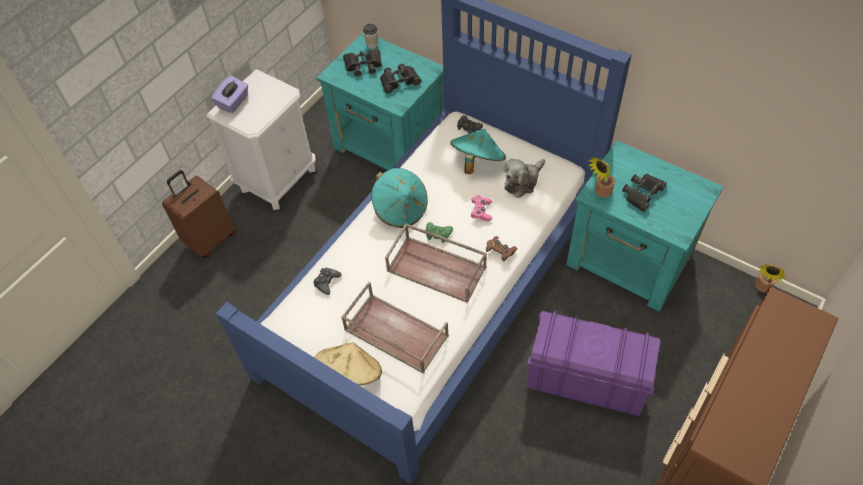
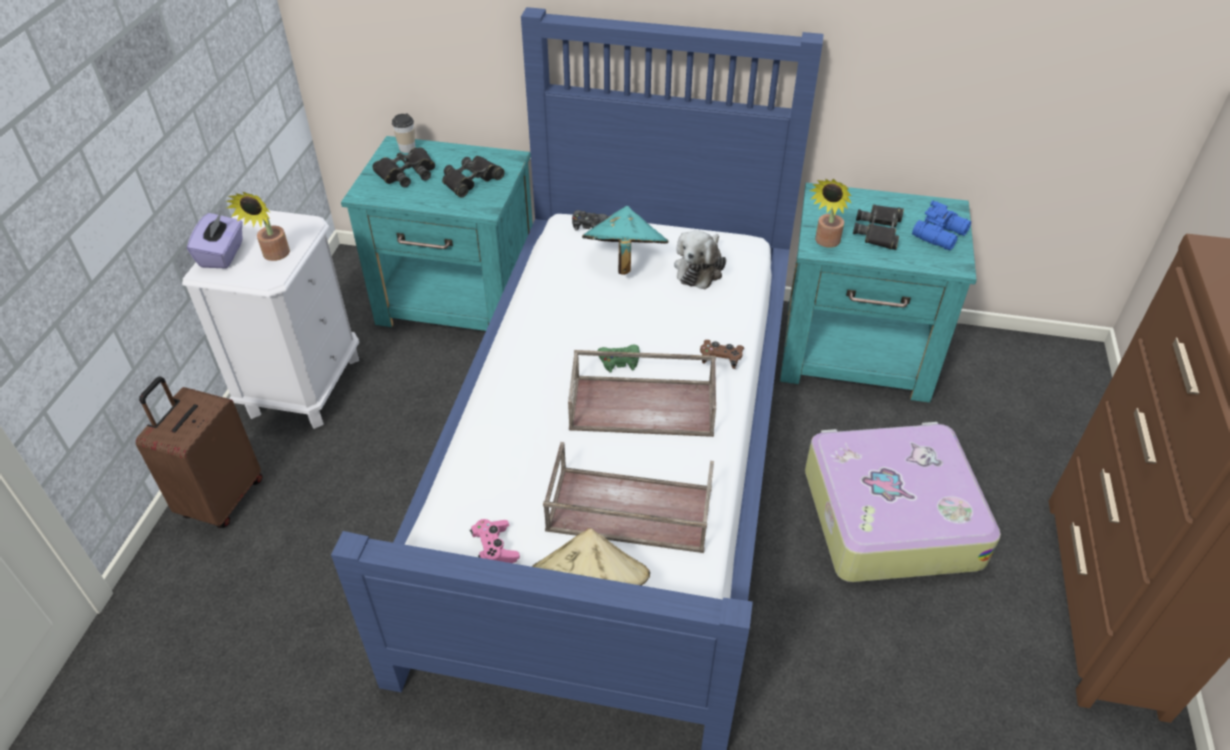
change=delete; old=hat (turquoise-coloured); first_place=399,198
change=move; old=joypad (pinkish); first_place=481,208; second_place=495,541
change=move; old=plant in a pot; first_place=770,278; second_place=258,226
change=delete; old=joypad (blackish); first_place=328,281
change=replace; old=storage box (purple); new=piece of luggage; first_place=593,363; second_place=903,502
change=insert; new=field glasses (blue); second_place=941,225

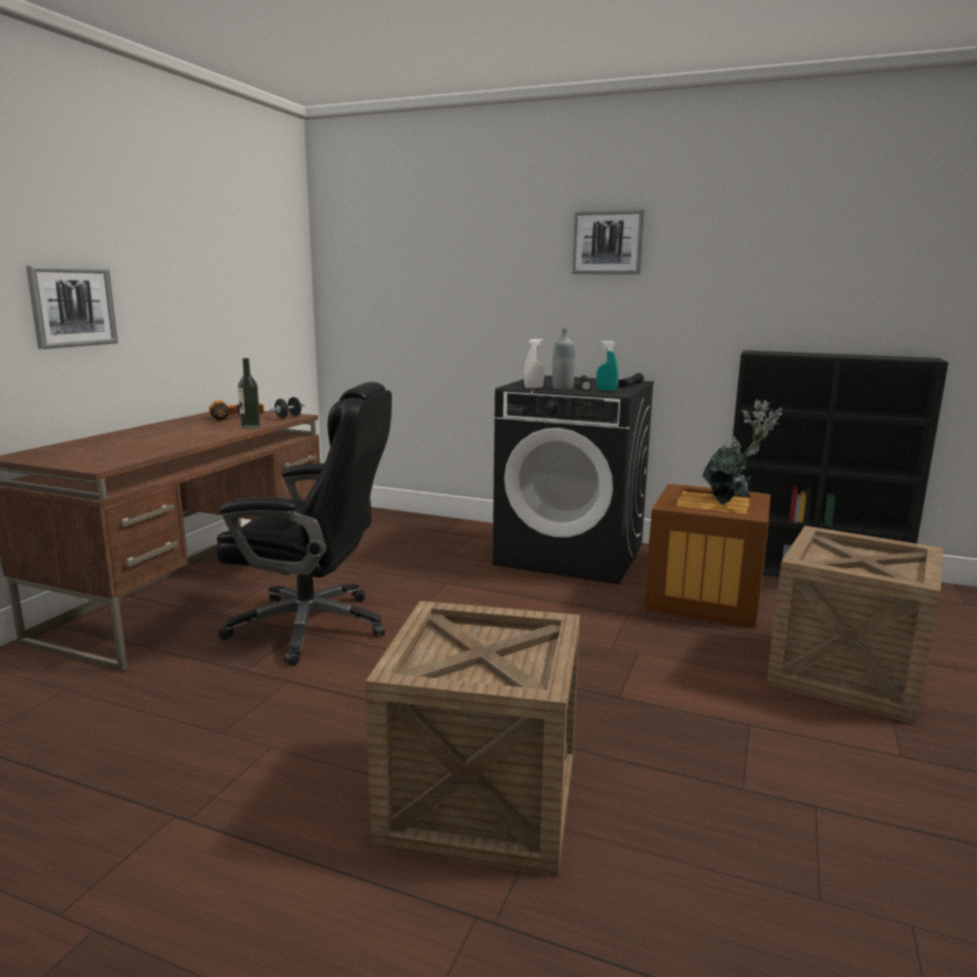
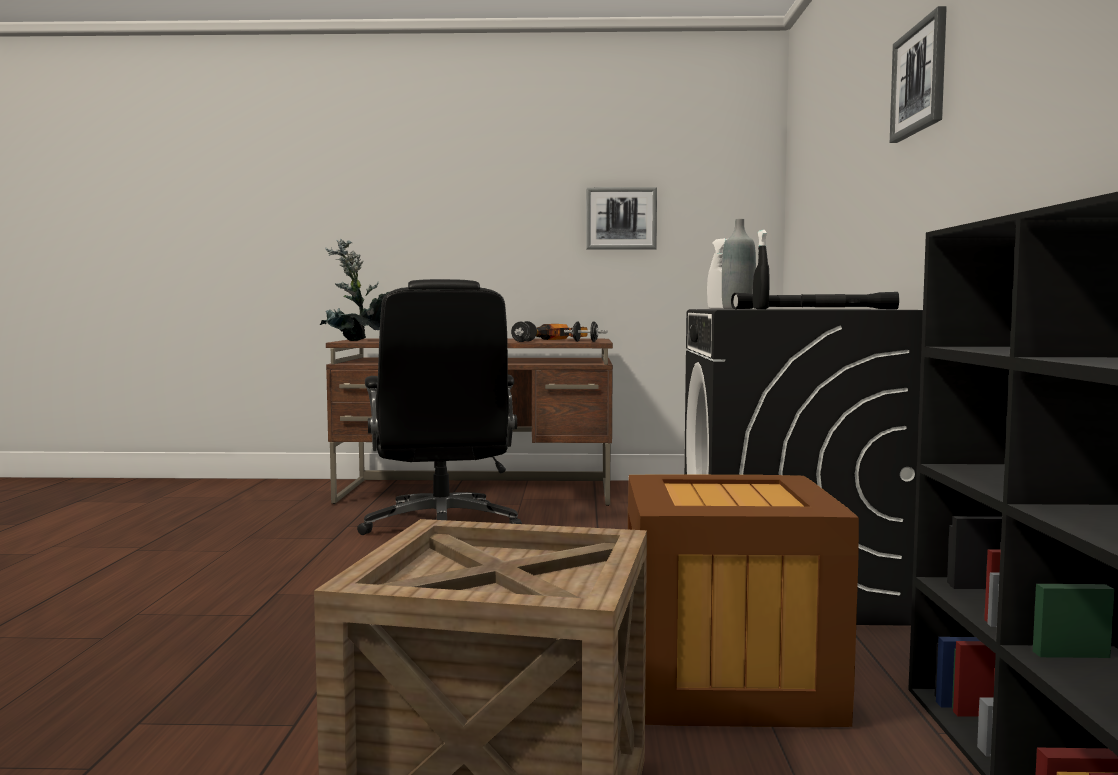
change=move; old=picture; first_place=72,307; second_place=621,218
change=recolor; old=sprayer (turquoise-coloured); new=sprayer (blackish); first_place=607,365; second_place=761,269
change=replace; old=drink bottle; new=hand weight (blackish); first_place=249,393; second_place=524,331
change=move; old=plant in a pot; first_place=742,452; second_place=354,290
change=delete; old=packing crate; first_place=472,739

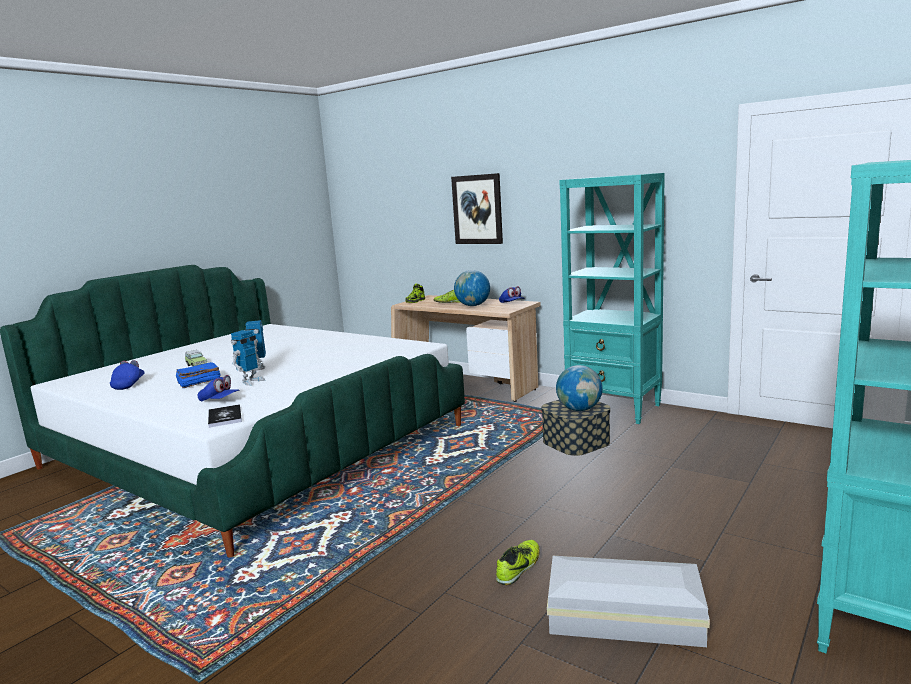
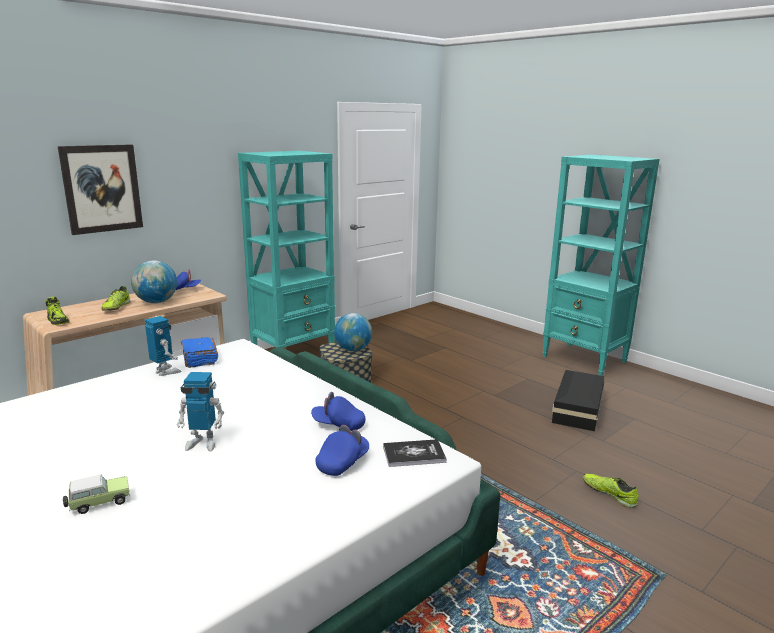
change=move; old=model robot; first_place=248,358; second_place=162,346
change=move; old=peaked cap (blue); first_place=127,375; second_place=338,411
change=move; old=bound book (blue); first_place=198,375; second_place=199,352
change=move; old=item of footwear; first_place=518,562; second_place=611,491
change=recolor; old=storage box (whitish); new=storage box (blackish); first_place=628,601; second_place=578,400

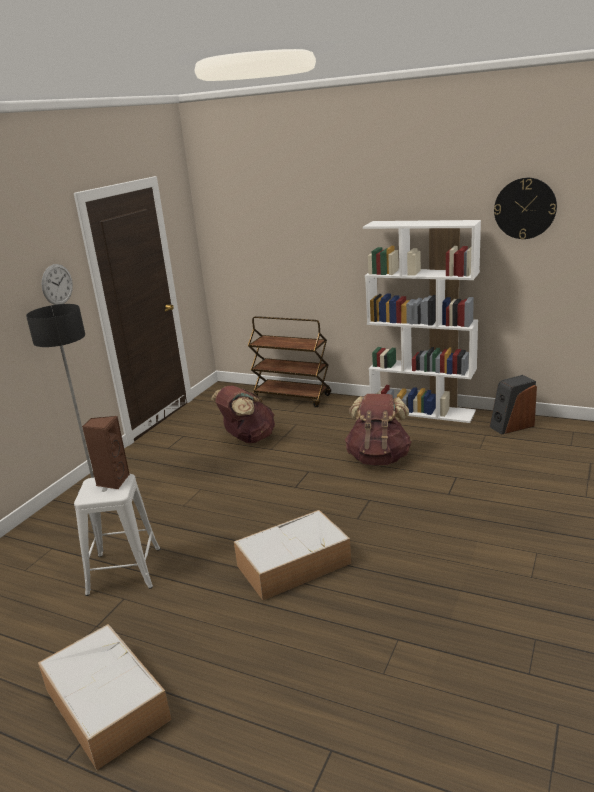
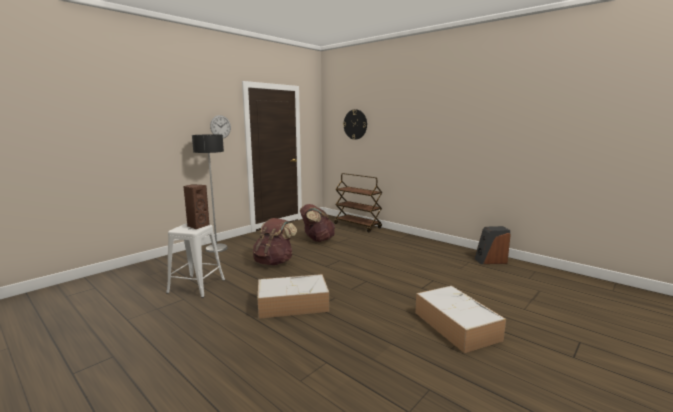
change=move; old=hanging clock; first_place=525,208; second_place=355,124
change=delete; old=shelving unit (whitish); first_place=422,321
change=move; old=backpack (brown); first_place=378,429; second_place=275,241
change=move; old=storage box; first_place=105,697; second_place=460,319

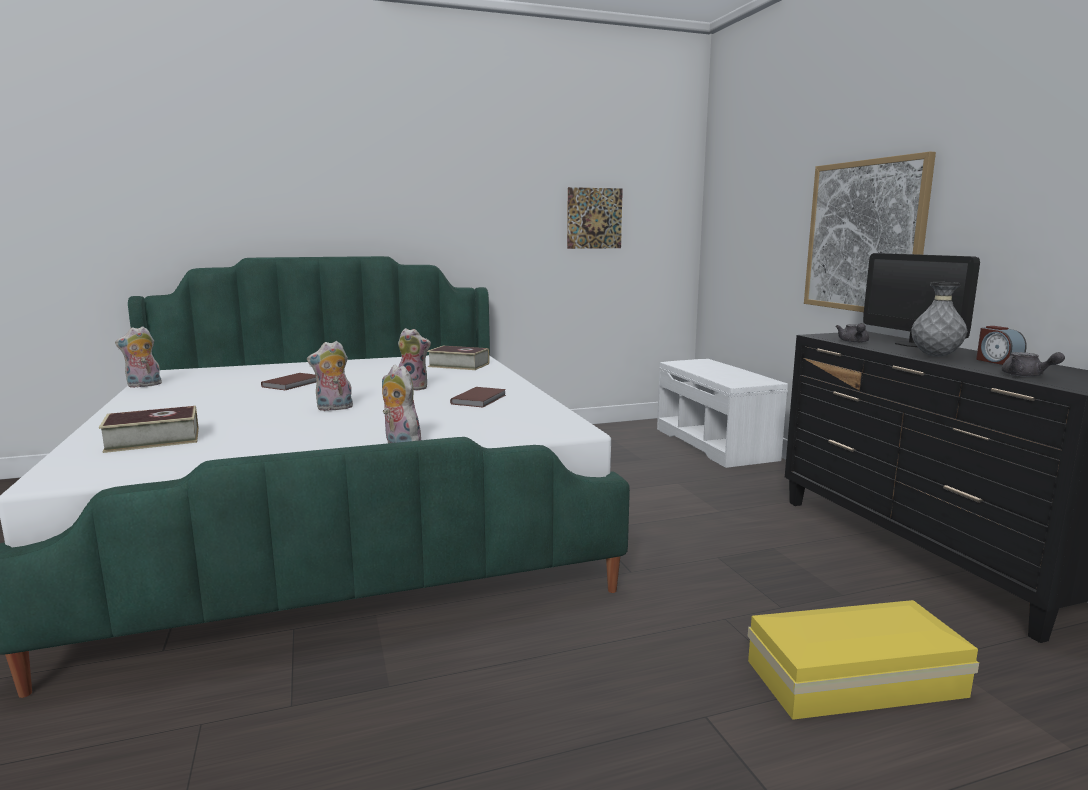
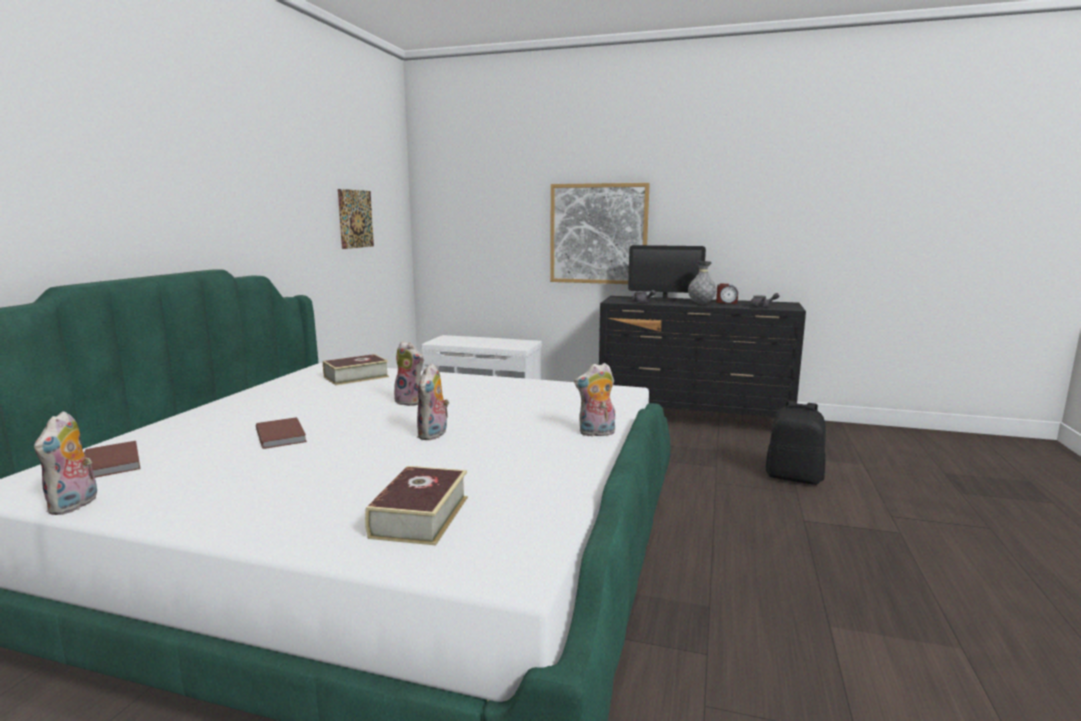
change=rotate; old=soft toy; first_place=414,359; second_place=409,373; degrees=75
change=move; old=bound book (brown); first_place=478,397; second_place=112,459
change=replace; old=storage box (yellow); new=backpack (blackish); first_place=863,660; second_place=796,443

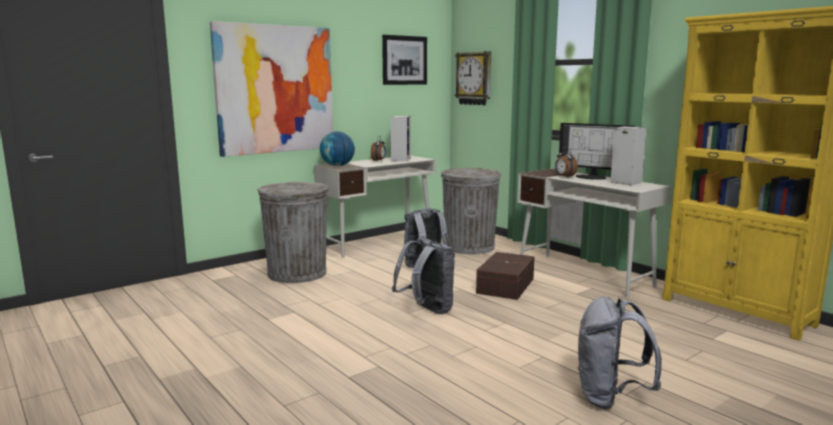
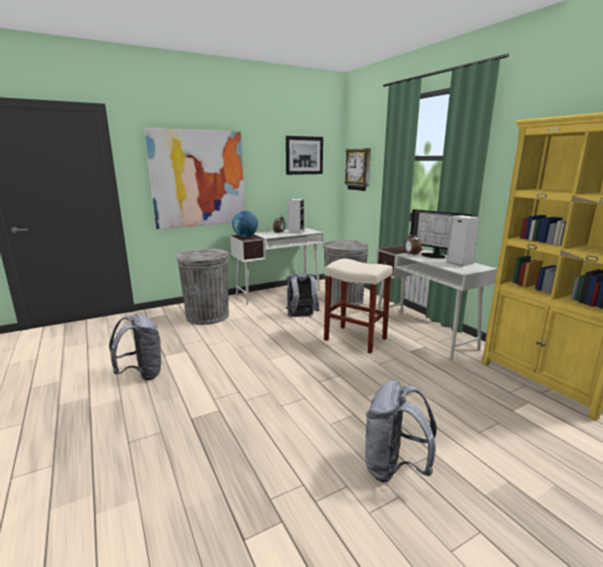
change=move; old=backpack (grey); first_place=423,276; second_place=135,347
change=replace; old=storage box (brown); new=stool (beige); first_place=505,276; second_place=358,306

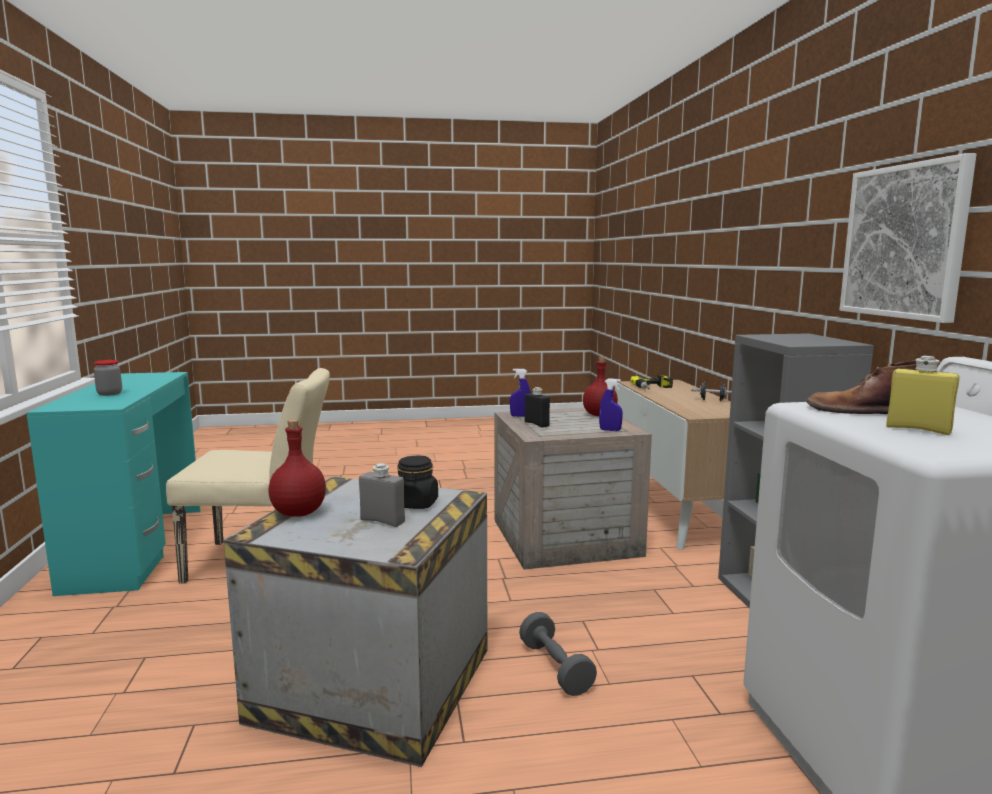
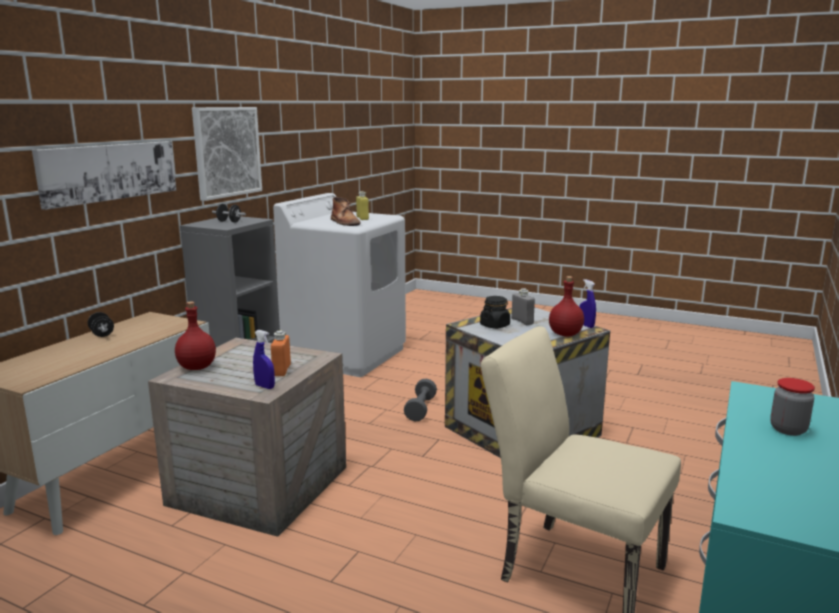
change=delete; old=power drill; first_place=651,382
change=move; old=sprayer (blue); first_place=611,404; second_place=587,303
change=recolor; old=drink bottle (blackish); new=drink bottle (orange); first_place=537,407; second_place=281,353
change=insert; new=picture; second_place=104,175
change=insert; new=hand weight (blackish); second_place=229,213

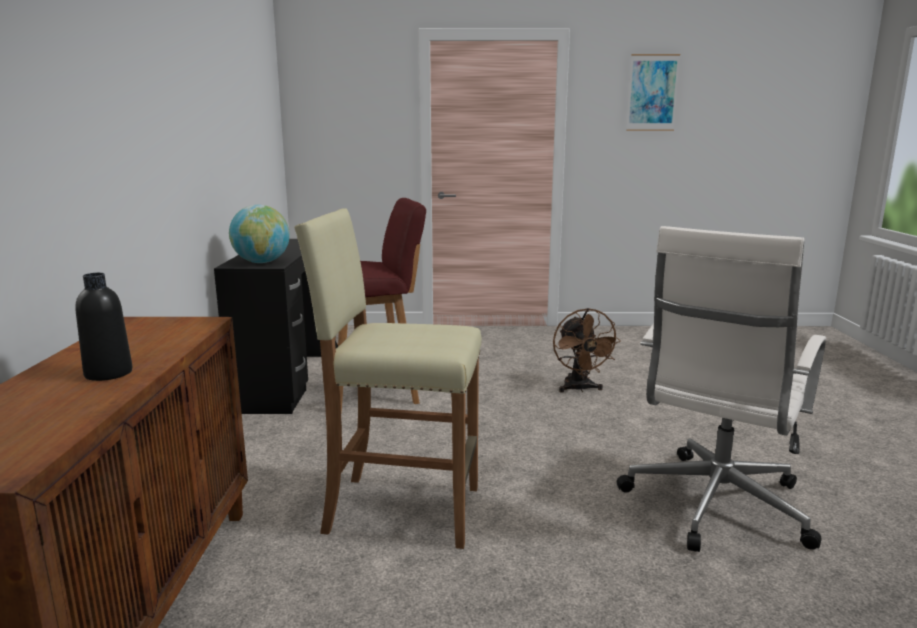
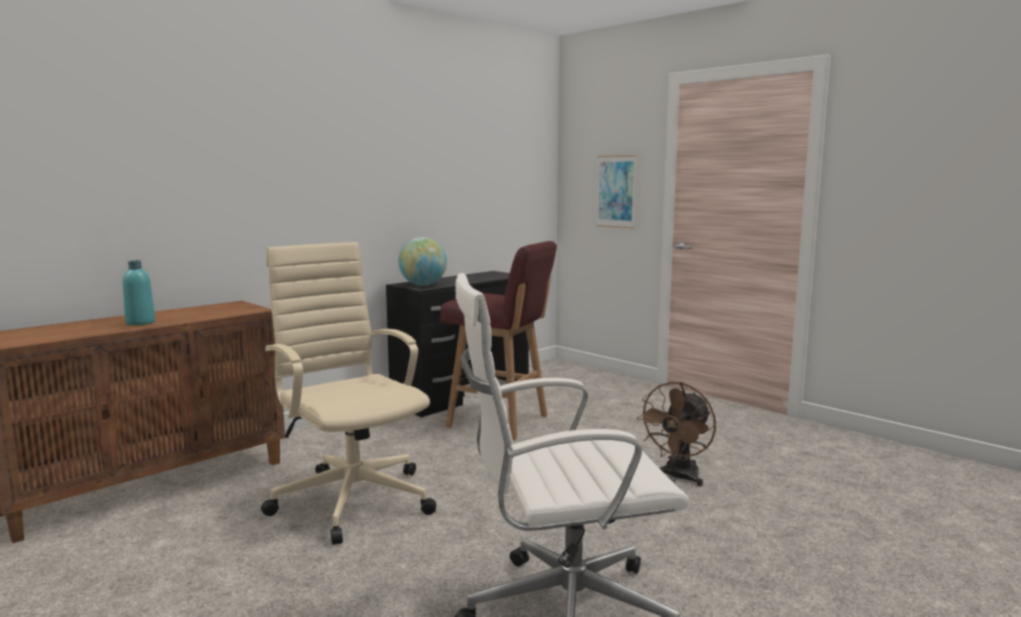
change=move; old=picture; first_place=653,92; second_place=616,191
change=replace; old=stool (beige); new=desk chair (beige); first_place=388,378; second_place=348,393
change=recolor; old=drink bottle (blackish); new=drink bottle (turquoise-coloured); first_place=103,327; second_place=139,292

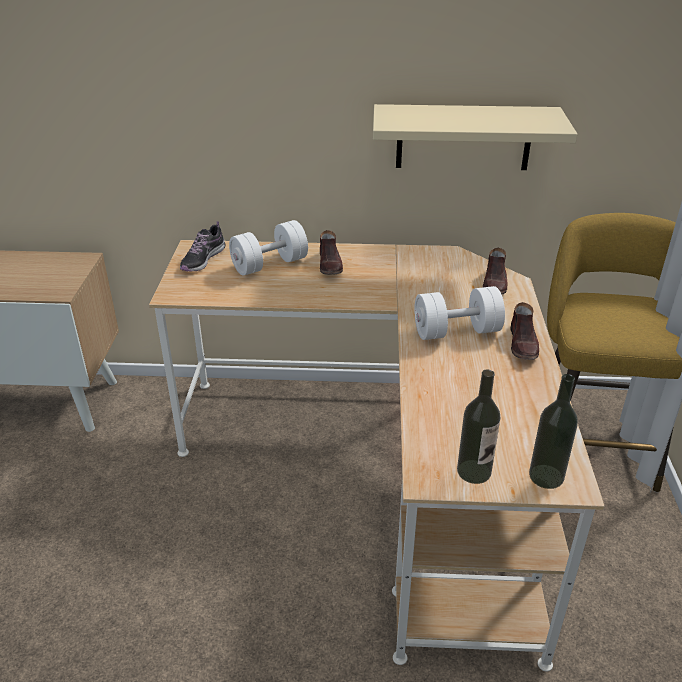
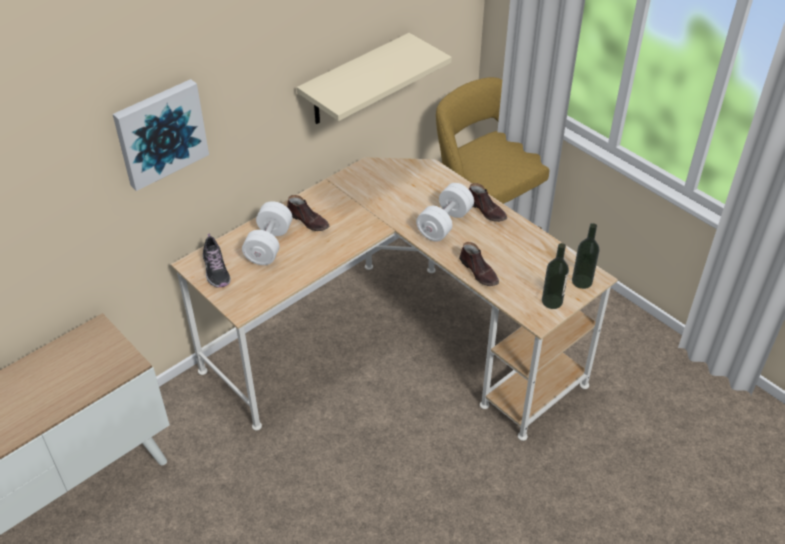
change=move; old=item of footwear (brown); first_place=495,271; second_place=479,264
change=insert; new=picture; second_place=161,135

